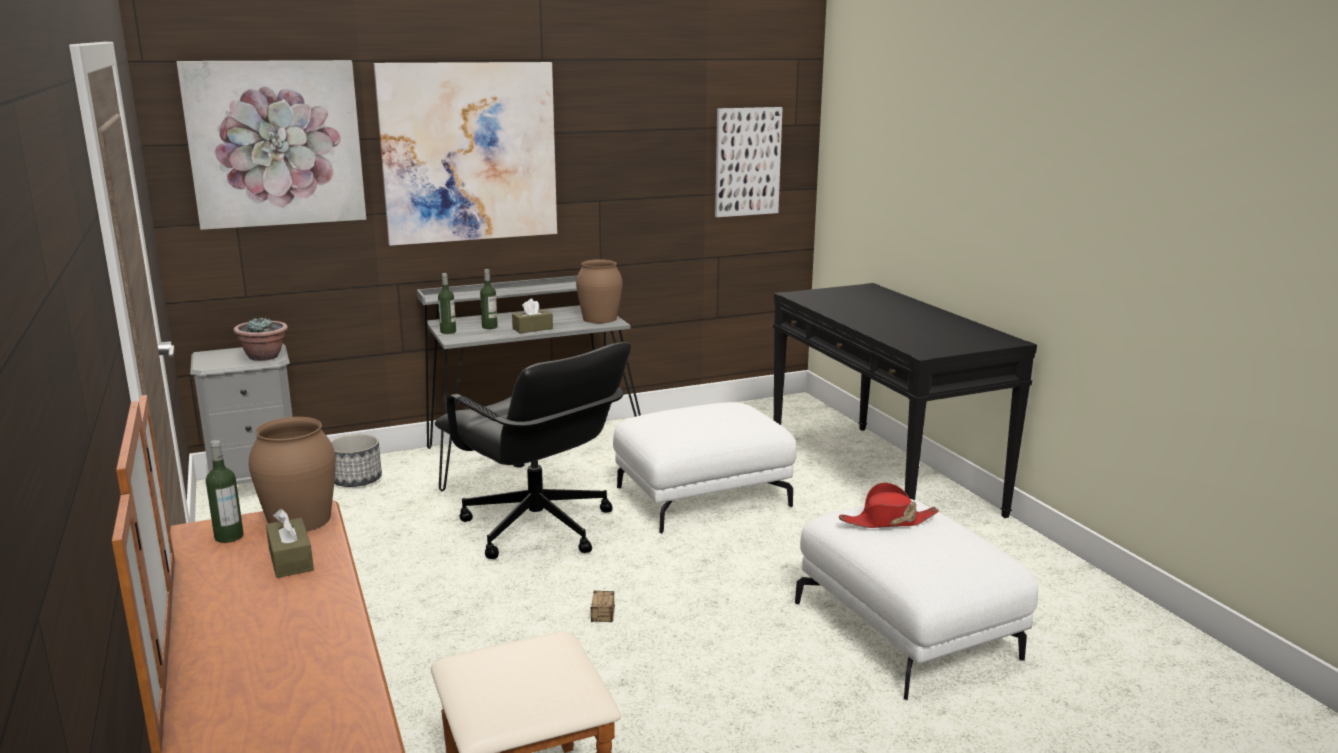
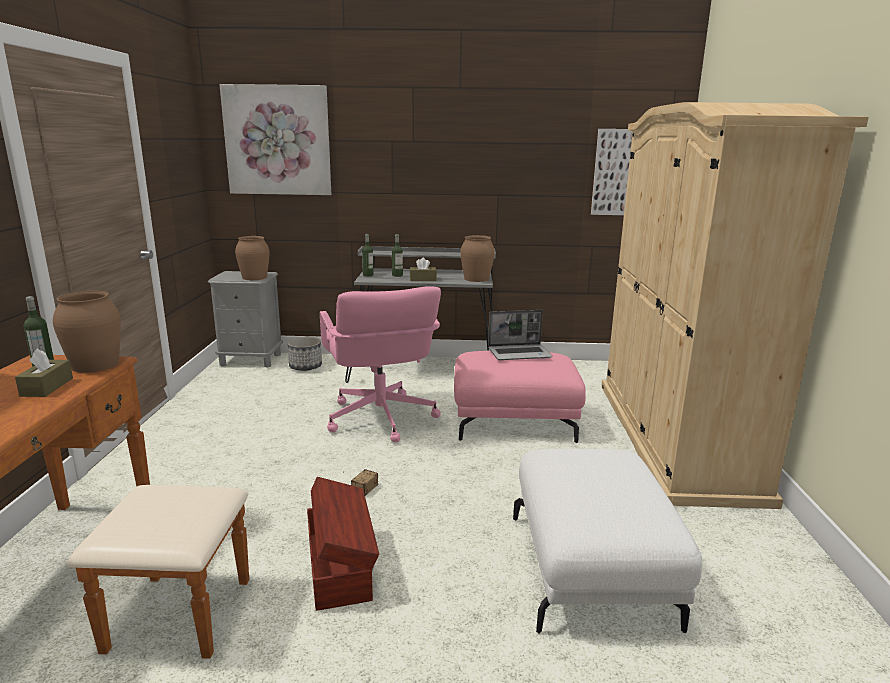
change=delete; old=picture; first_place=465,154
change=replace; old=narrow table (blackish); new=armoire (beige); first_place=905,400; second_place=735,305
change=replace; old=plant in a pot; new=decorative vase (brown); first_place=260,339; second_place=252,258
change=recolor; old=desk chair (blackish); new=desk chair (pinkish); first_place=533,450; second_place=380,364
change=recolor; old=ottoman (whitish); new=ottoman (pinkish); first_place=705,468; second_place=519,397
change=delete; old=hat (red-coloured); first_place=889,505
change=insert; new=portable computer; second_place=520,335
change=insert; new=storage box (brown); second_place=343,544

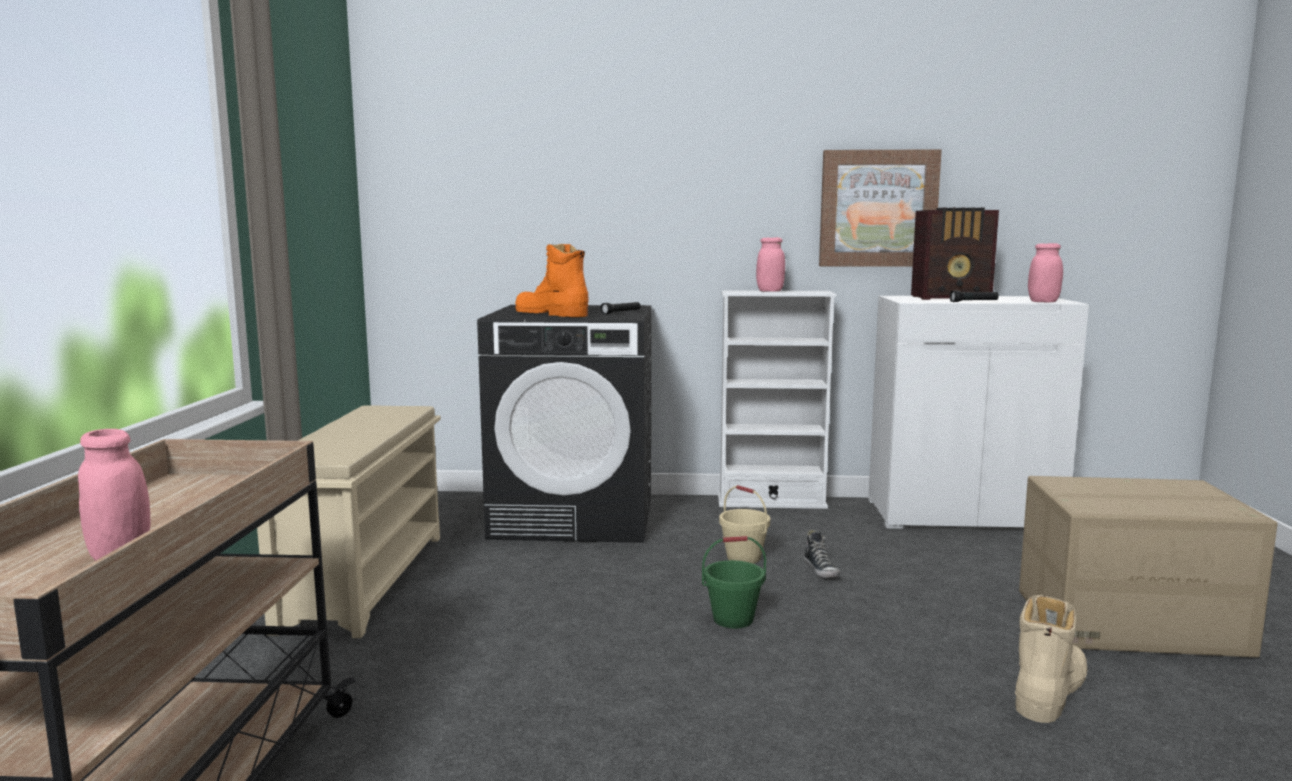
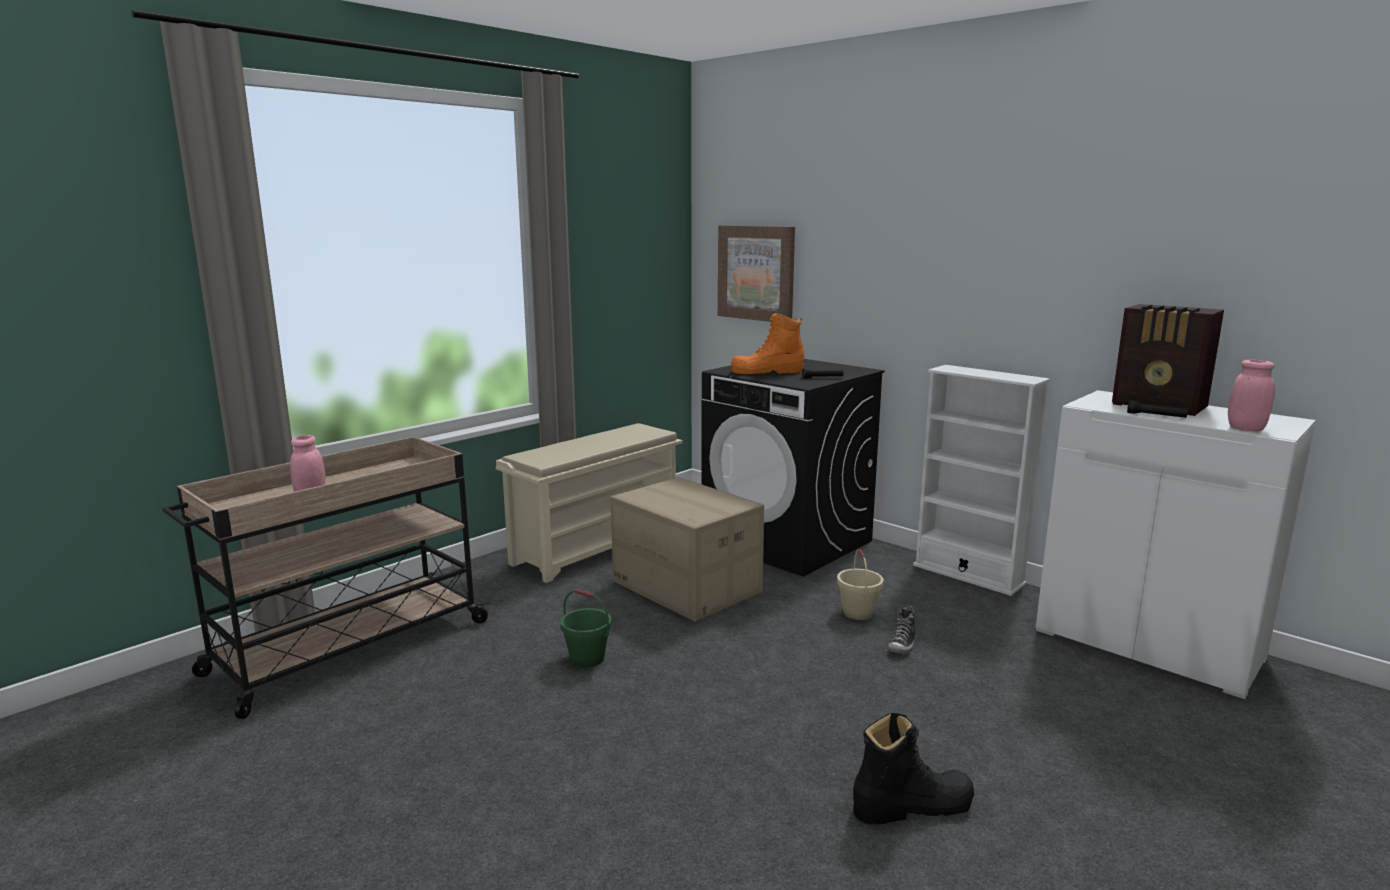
change=move; old=picture; first_place=880,208; second_place=756,273
change=delete; old=preserve jar (pinkish); first_place=770,264
change=rotate; old=tall boot (orange); first_place=551,280; second_place=767,343; degrees=-90
change=move; old=packing box; first_place=1148,567; second_place=687,549
change=move; old=water bucket (greenish); first_place=734,582; second_place=586,628
change=recolor; old=tall boot (beige); new=tall boot (blackish); first_place=1051,659; second_place=913,769

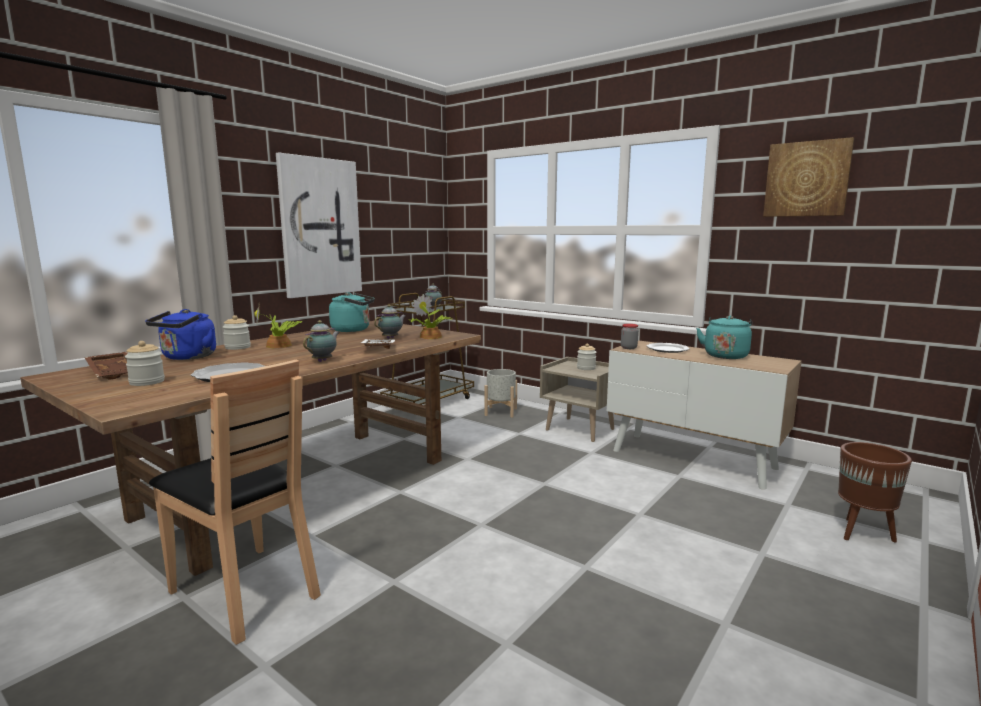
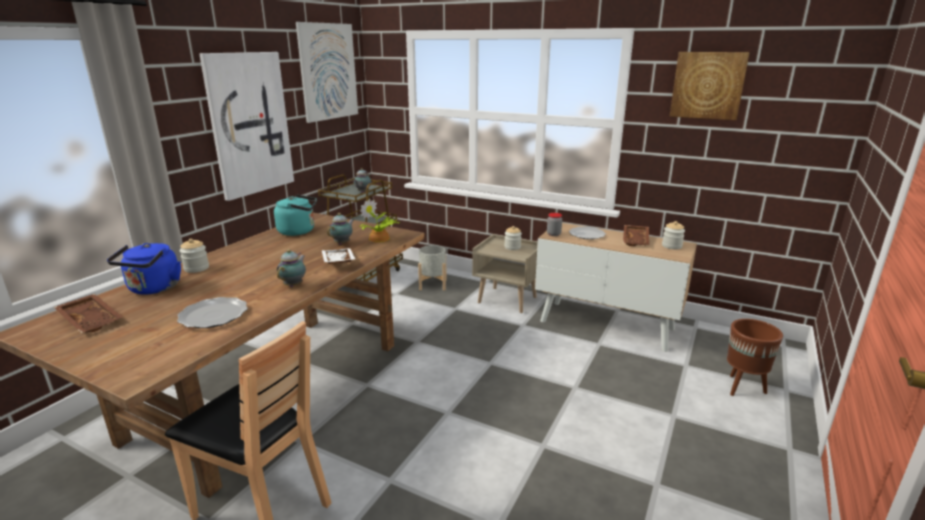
change=delete; old=plant in a pot; first_place=278,325
change=replace; old=kettle (turquoise-coloured); new=carrying tray (brown); first_place=724,337; second_place=636,235
change=move; old=preserve jar; first_place=145,363; second_place=673,235
change=insert; new=picture; second_place=327,72

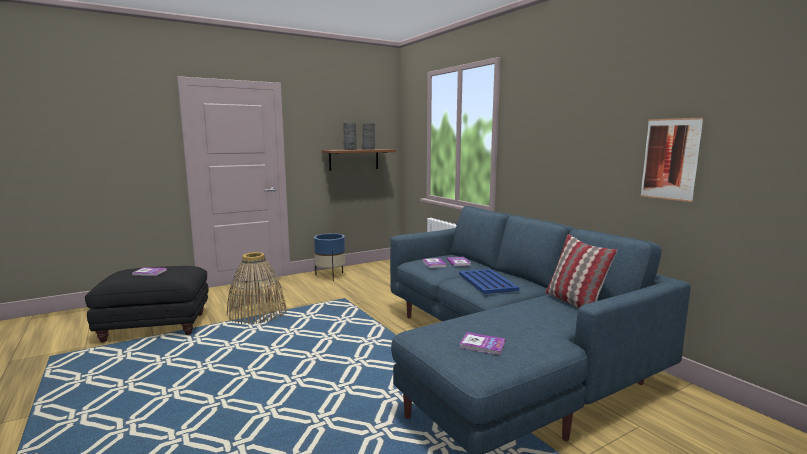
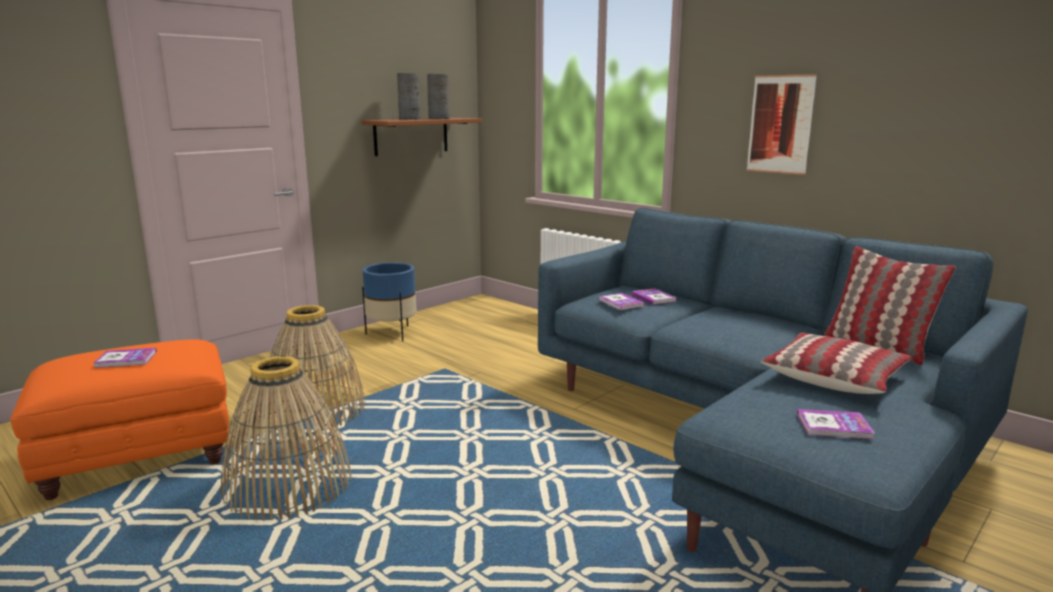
change=move; old=picture; first_place=671,159; second_place=782,124
change=recolor; old=ottoman (blackish); new=ottoman (orange); first_place=146,304; second_place=119,419
change=delete; old=carrying tray (blue); first_place=489,281
change=insert; new=pillow; second_place=836,363
change=insert; new=household basket; second_place=286,438

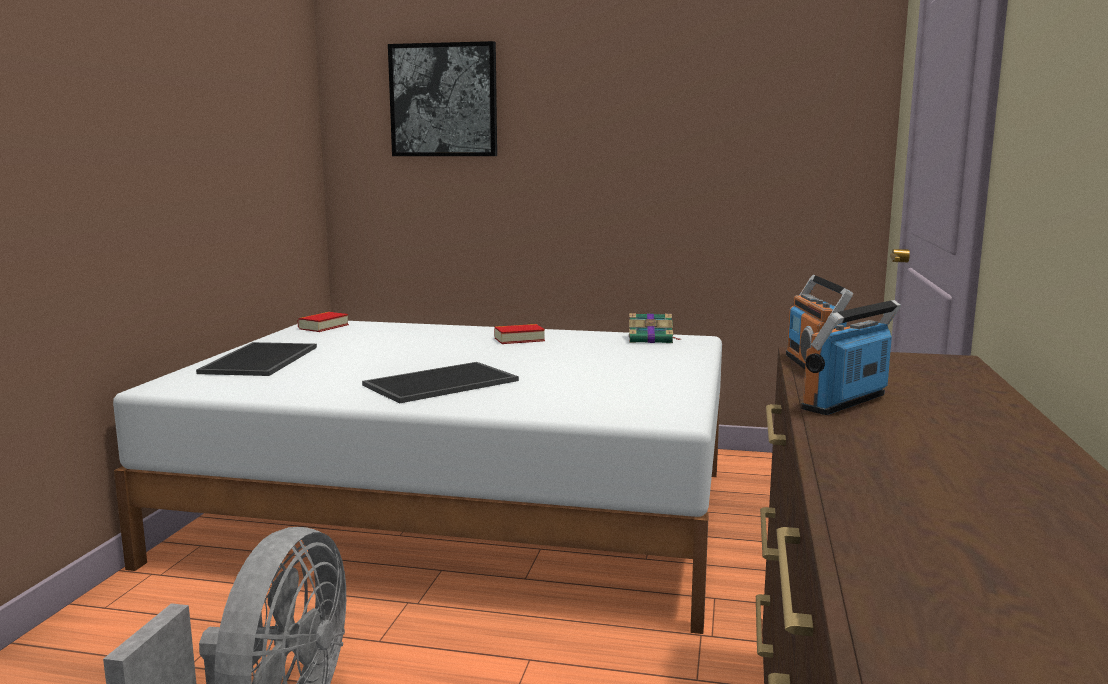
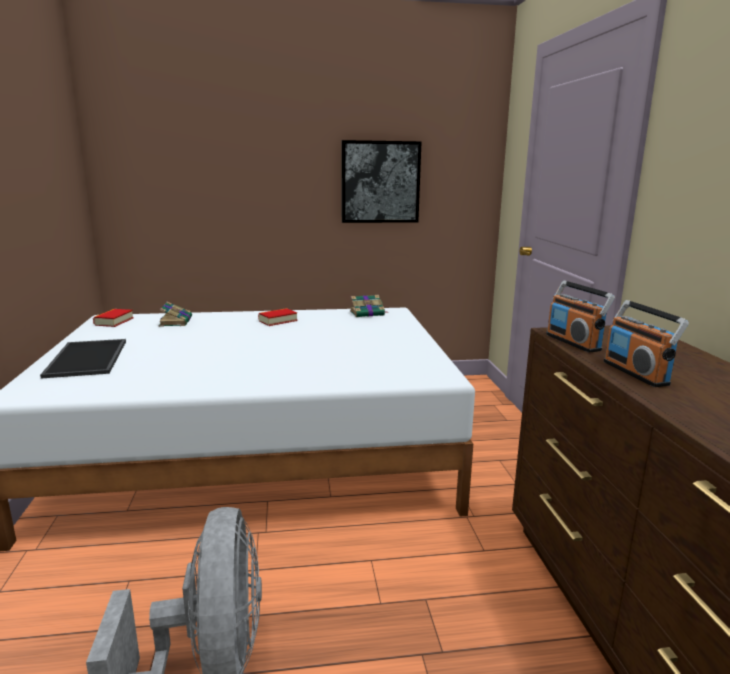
change=move; old=picture; first_place=442,98; second_place=381,181
change=rotate; old=radio receiver; first_place=851,357; second_place=646,343; degrees=-45
change=delete; old=carrying tray; first_place=440,383
change=insert; new=bound book; second_place=175,314

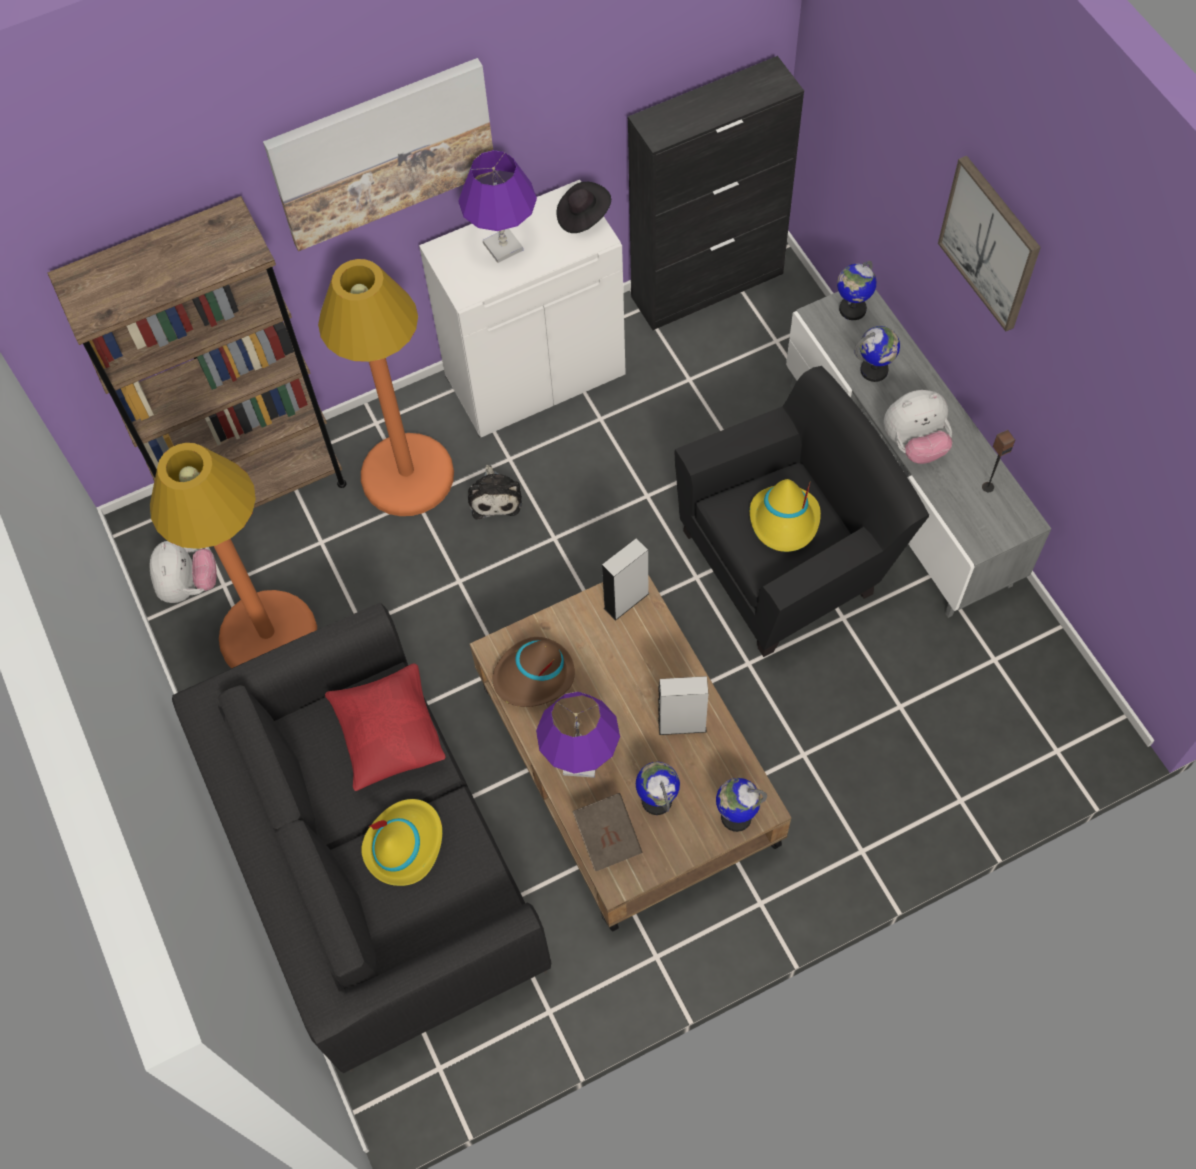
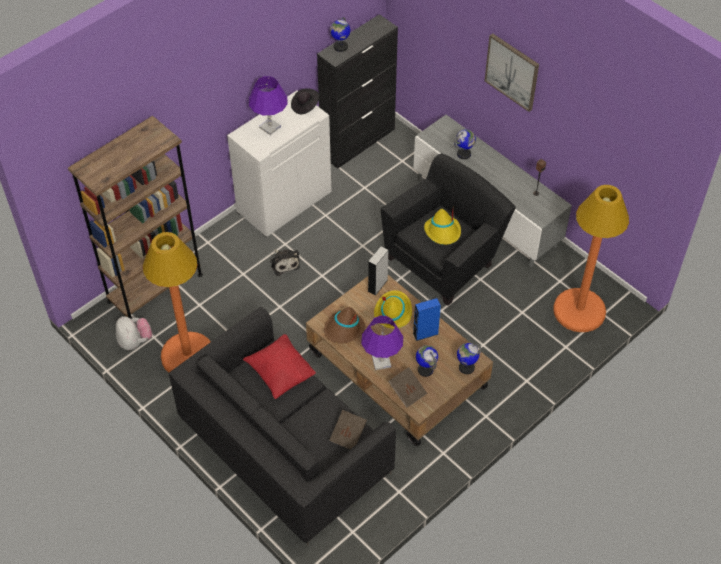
change=delete; old=picture; first_place=379,154
change=move; old=floor lamp (orange); first_place=386,387; second_place=591,258
change=move; old=world globe; first_place=856,290; second_place=340,34
change=delete; old=soft toy; first_place=917,427
change=recolor; old=loudspeaker (grey); new=loudspeaker (blue); first_place=683,705; second_place=427,319
change=move; old=hat (yellow); first_place=401,842; second_place=393,309
change=insert; new=bound book (brown); second_place=348,429

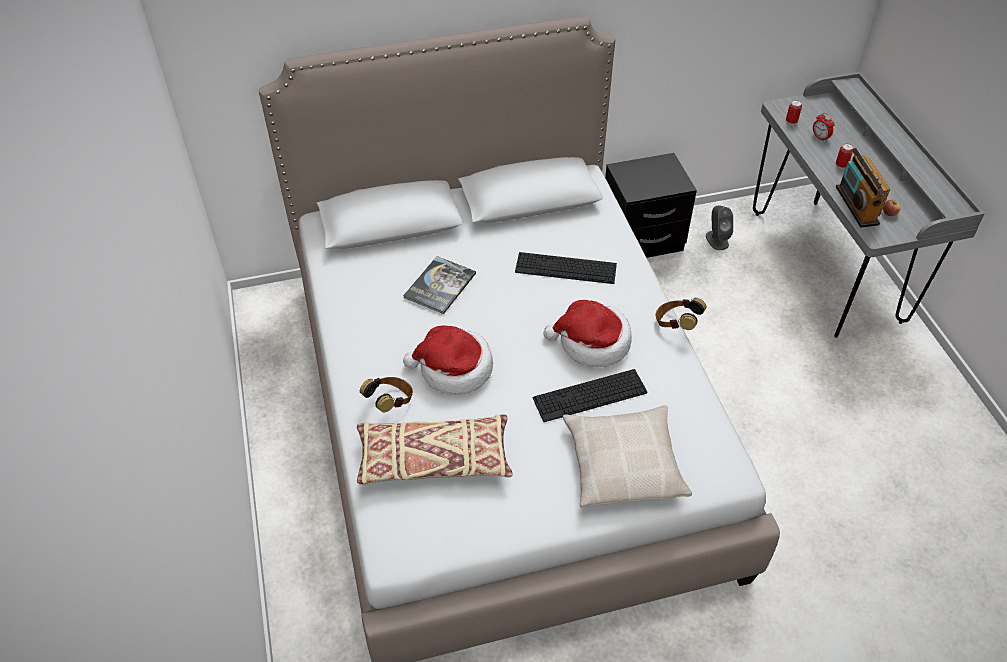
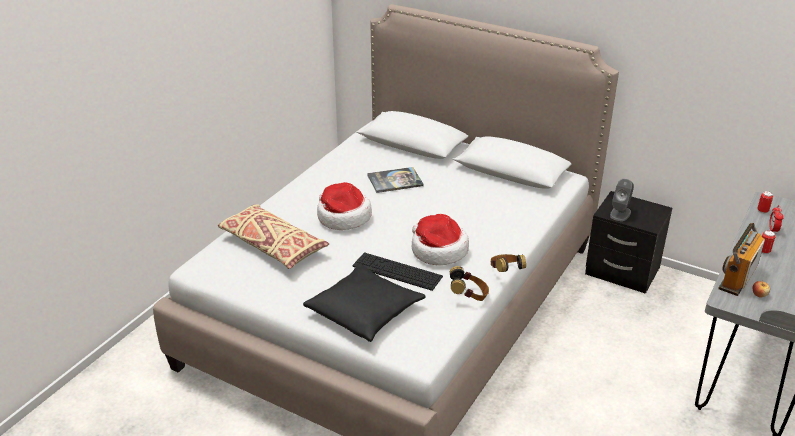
change=move; old=loudspeaker (grey); first_place=719,227; second_place=622,200
change=delete; old=computer keyboard; first_place=566,268
change=move; old=pair of headphones; first_place=386,394; second_place=469,283
change=recolor; old=pillow (beige); new=pillow (blackish); first_place=627,456; second_place=364,302

